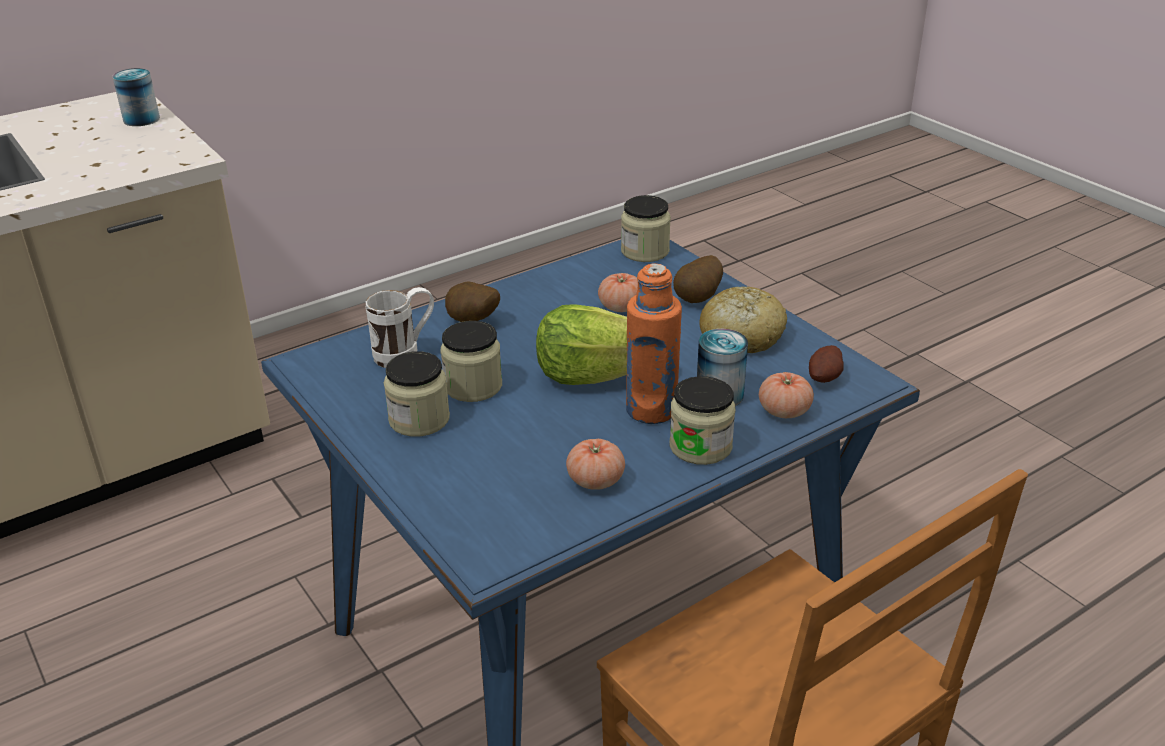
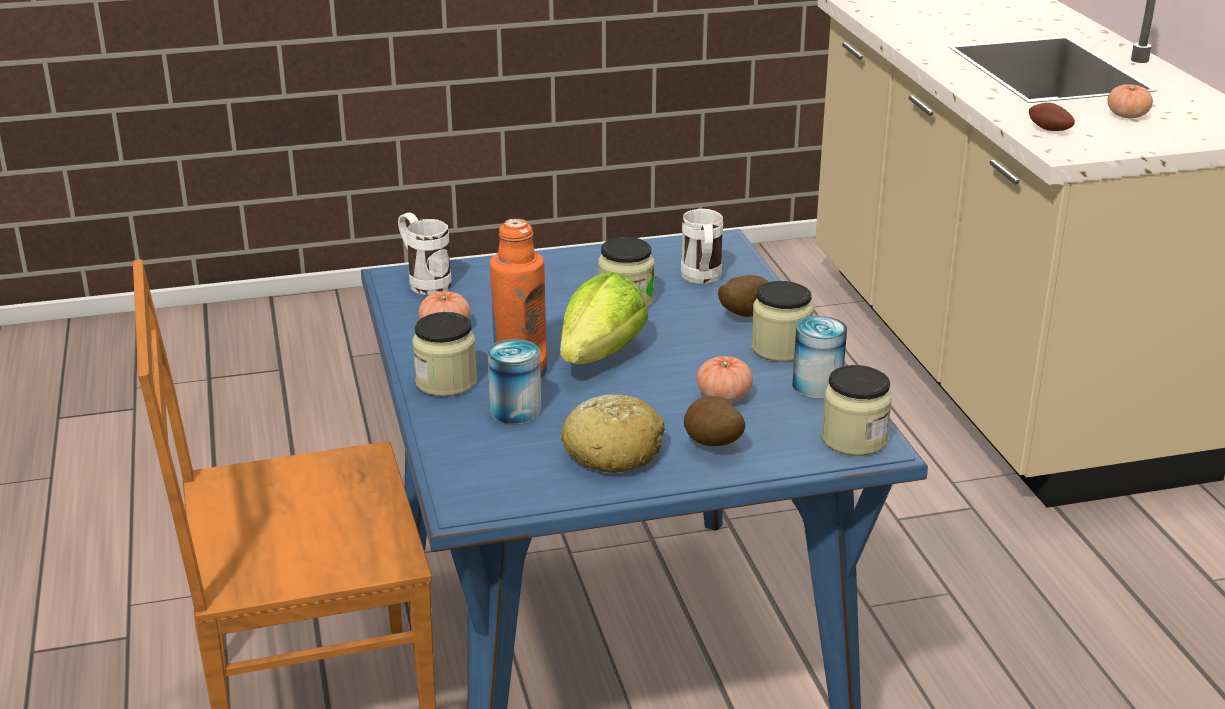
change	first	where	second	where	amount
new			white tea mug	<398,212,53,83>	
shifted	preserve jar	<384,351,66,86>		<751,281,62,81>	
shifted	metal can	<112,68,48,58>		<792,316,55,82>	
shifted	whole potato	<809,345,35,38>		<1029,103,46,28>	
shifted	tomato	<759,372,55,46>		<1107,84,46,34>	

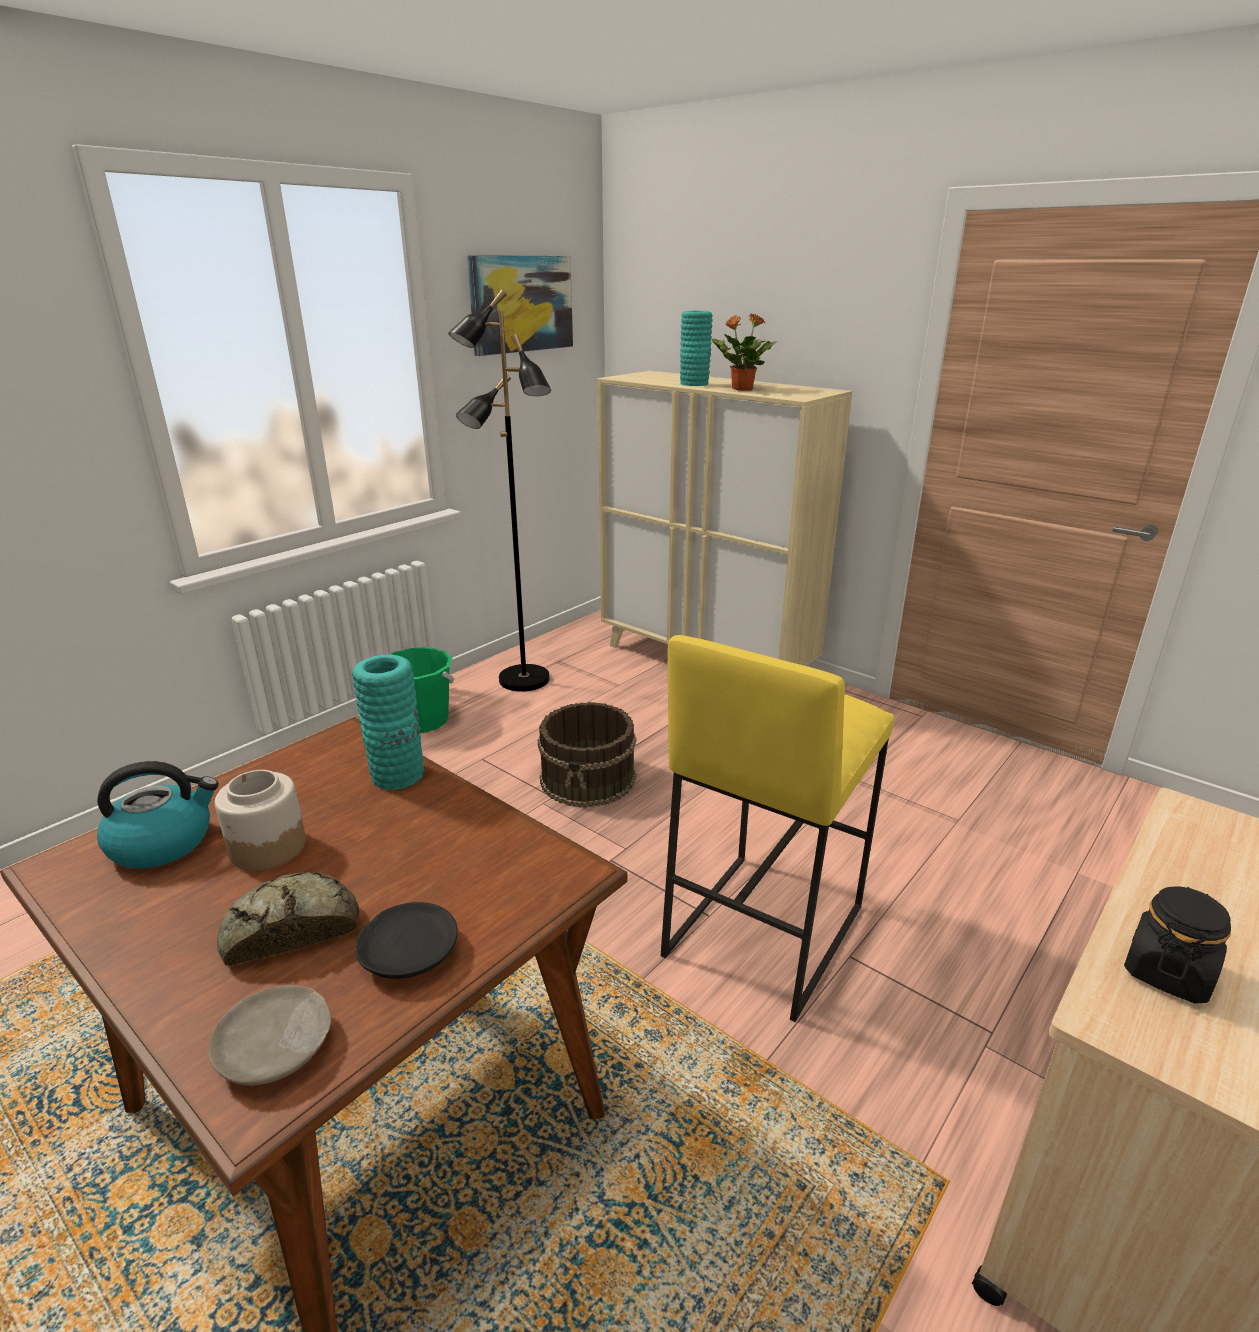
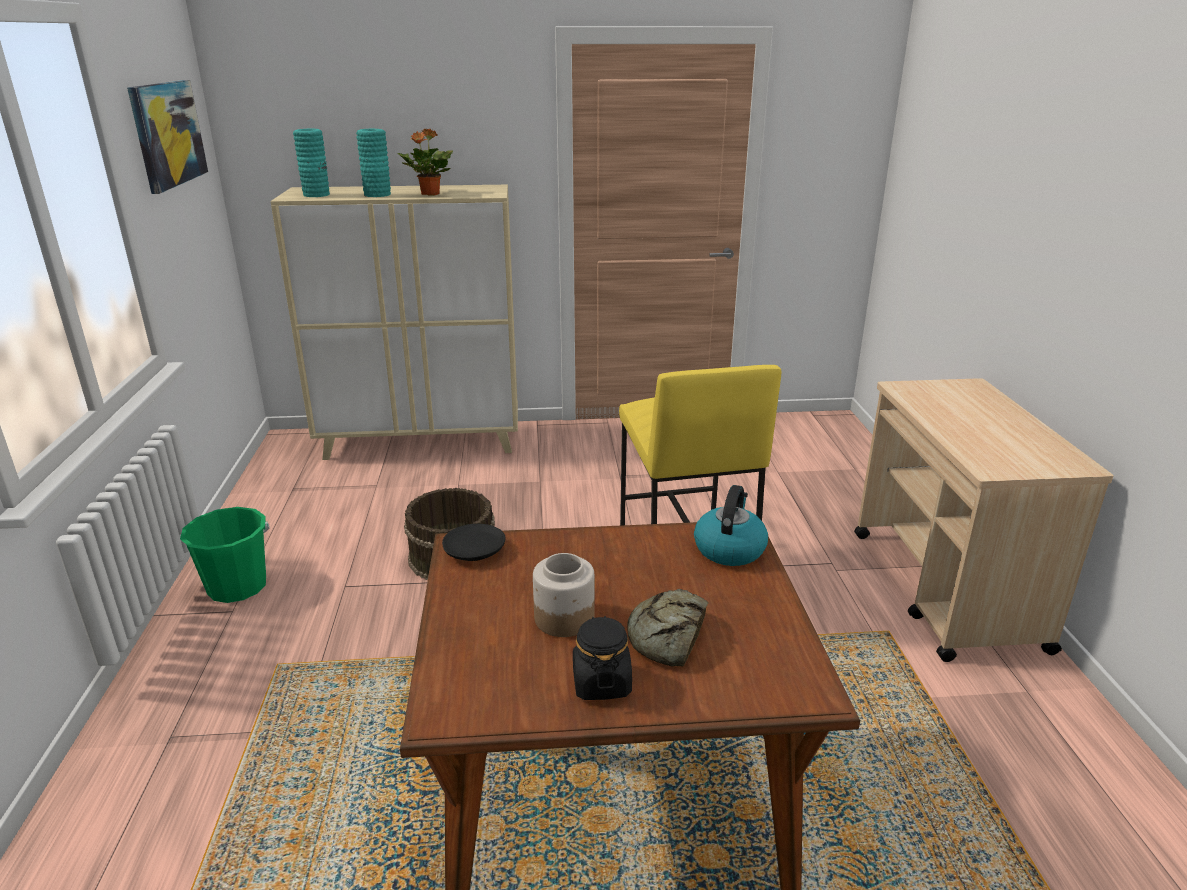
change	first	where	second	where	amount
shifted	turquoise-coloured decorative vase	<352,655,72,135>		<293,129,37,68>	
shifted	black flat dish	<356,902,102,77>		<442,524,64,37>	
shifted	black preserve jar	<1124,886,107,118>		<573,616,59,84>	
shifted	tea kettle	<97,761,122,108>		<694,485,74,81>	
gone	sand-coloured flat dish	<208,985,123,101>			
gone	black standing lamp	<448,290,103,402>			

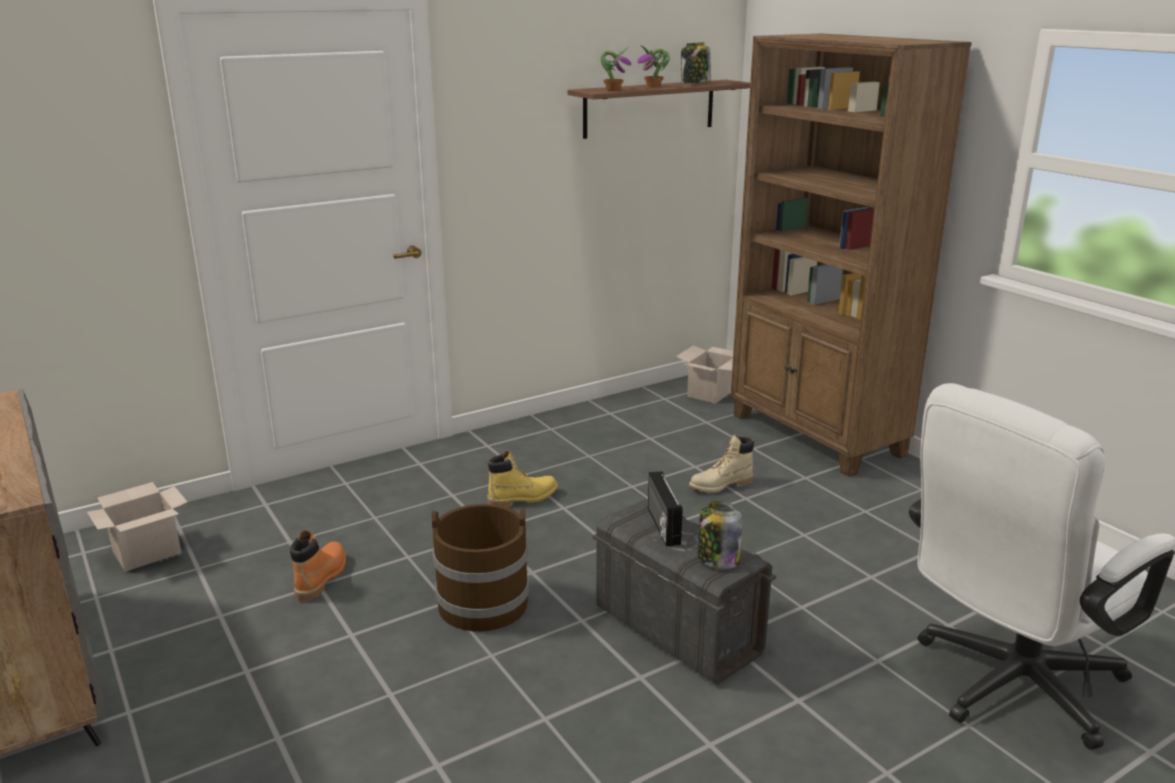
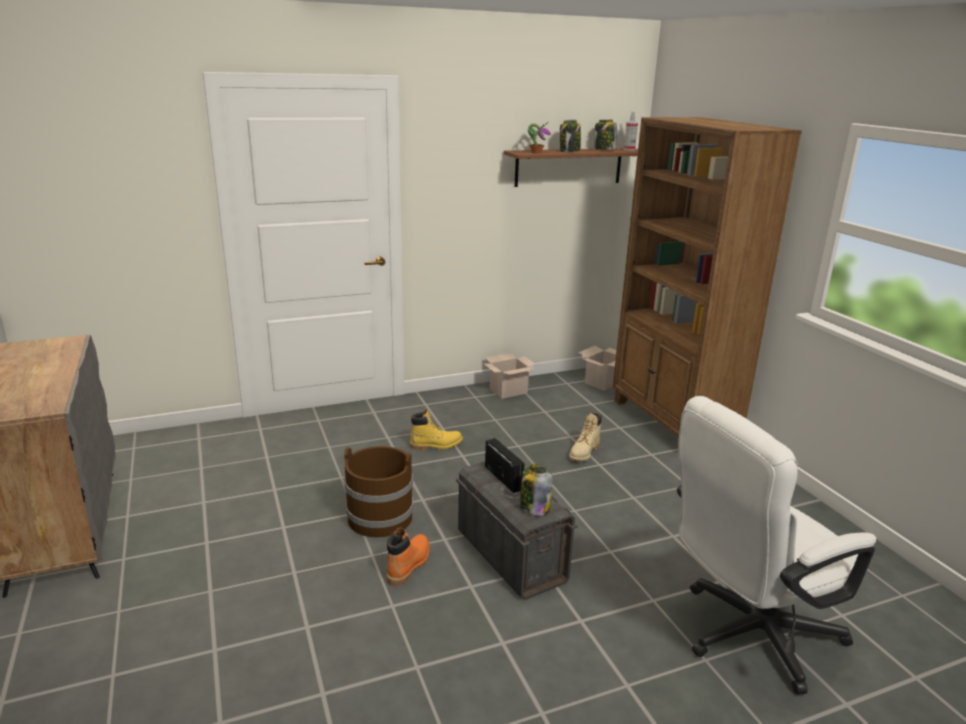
change	first	where	second	where	amount
shifted	orange-coloured high-top boot	<290,530,56,71>		<387,527,43,59>	
shifted	cardboard box	<87,482,101,90>		<484,353,52,46>	
rotated	radio receiver	<648,471,35,76>		<485,438,39,55>	150 degrees clockwise
swapped	houseplant	<637,44,33,44>	preserve jar	<560,120,21,32>	
rotated	sand-coloured high-top boot	<689,435,65,58>		<569,413,33,48>	45 degrees counterclockwise
new			sprayer	<624,112,14,38>	

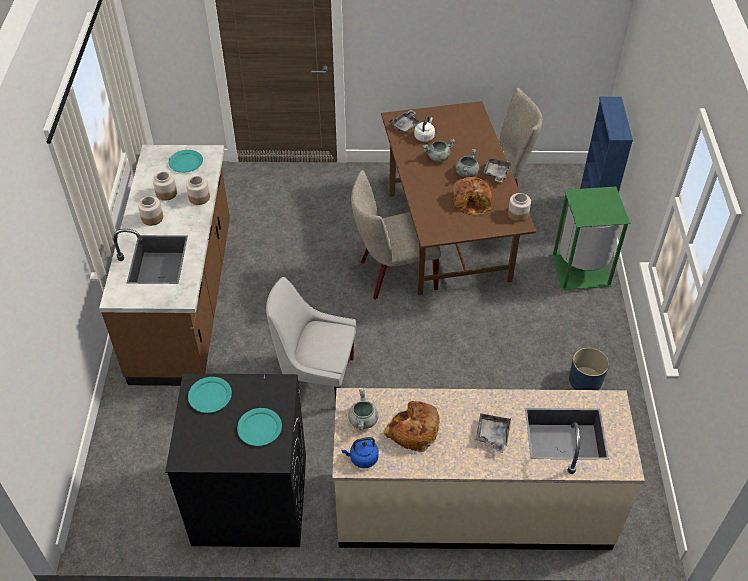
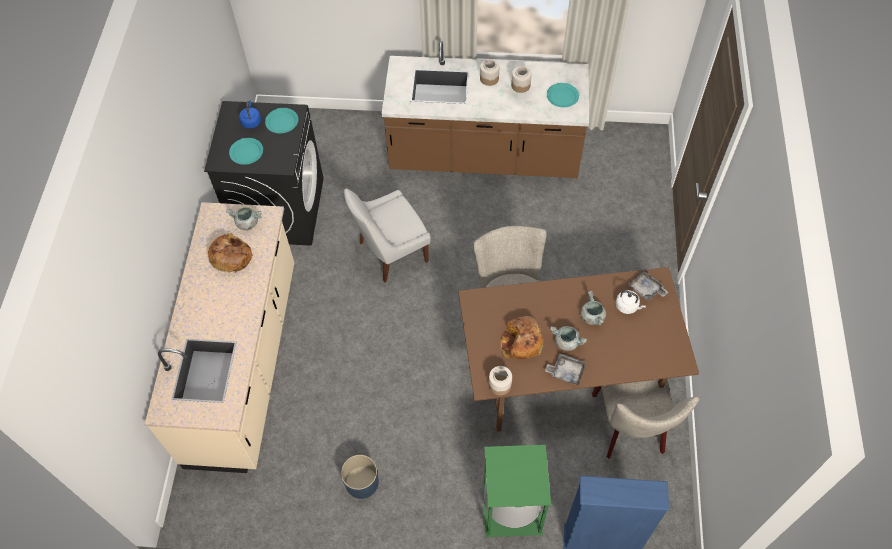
change	first	where	second	where	amount
shifted	blue tea kettle	<342,437,37,31>		<239,100,22,29>	
rotated	white upright chair	<266,277,90,122>		<344,188,87,95>	135 degrees counterclockwise
gone	preserve jar	<186,176,24,29>			
gone	grey serving tray	<476,413,35,40>			

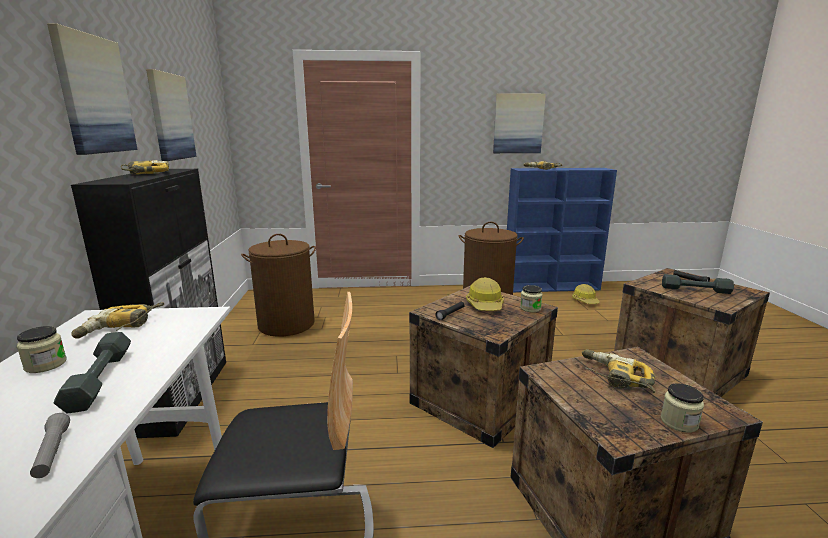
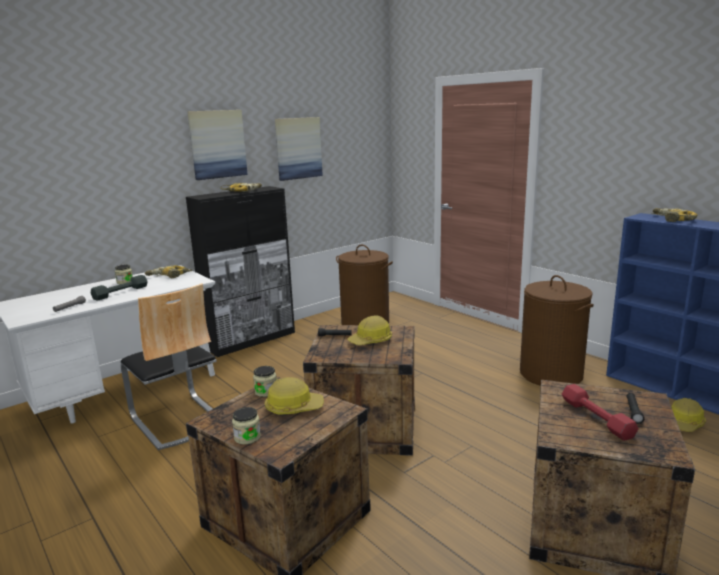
change	first	where	second	where	amount
shifted	preserve jar	<520,285,22,27>		<253,366,24,31>	
swapped	electric drill	<582,349,73,44>	safety helmet	<265,377,59,38>	
repainted	grey hand weight	<662,274,72,20>	red hand weight	<562,384,77,57>	
gone	wall picture	<493,93,53,60>			

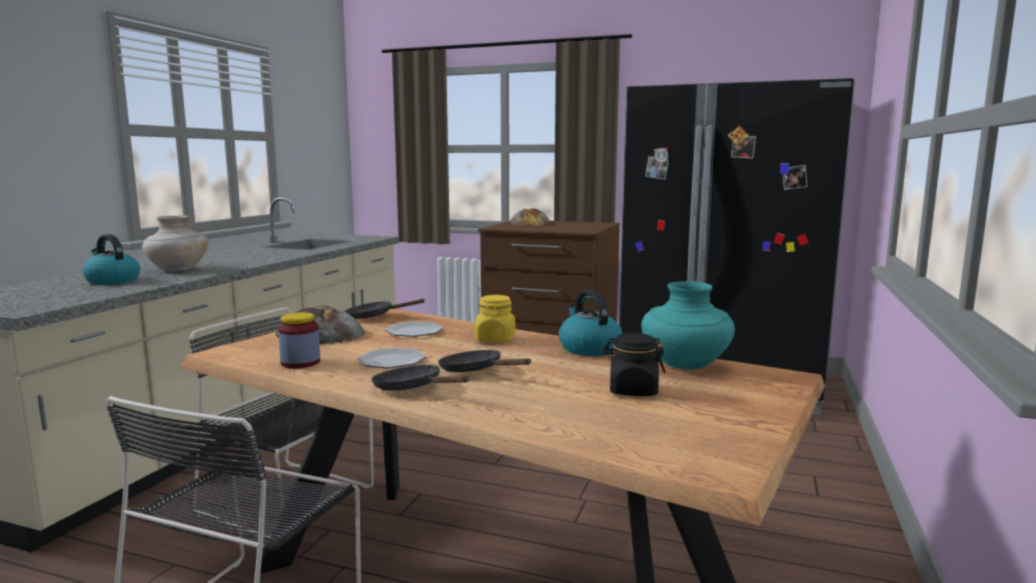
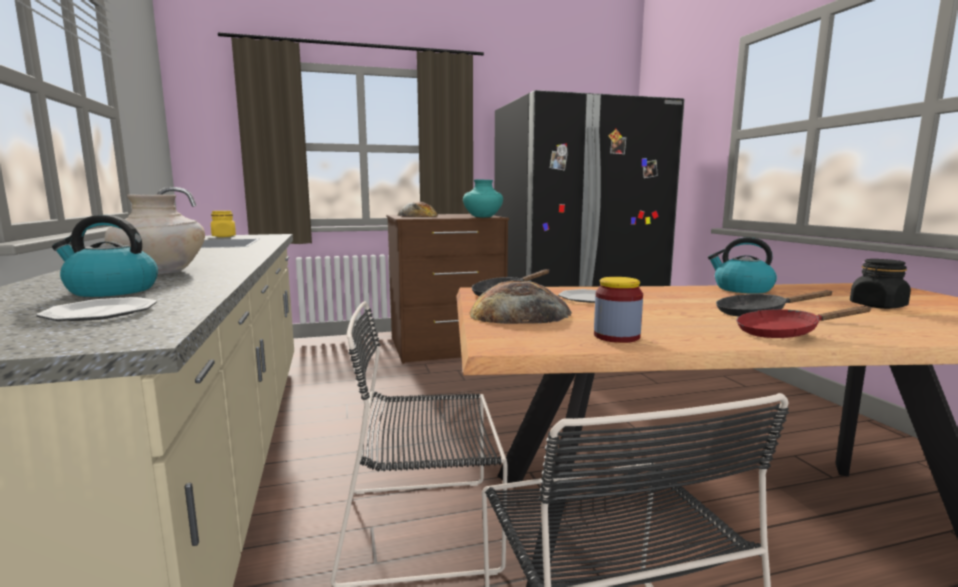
change	first	where	second	where	amount
shifted	flat dish	<358,347,68,22>		<36,297,121,24>	
shifted	yellowish preserve jar	<475,295,41,48>		<211,211,25,26>	
shifted	turquoise-coloured decorative vase	<641,281,94,89>		<463,180,40,37>	
repainted	black skillet	<371,365,99,26>	red skillet	<736,306,136,32>	

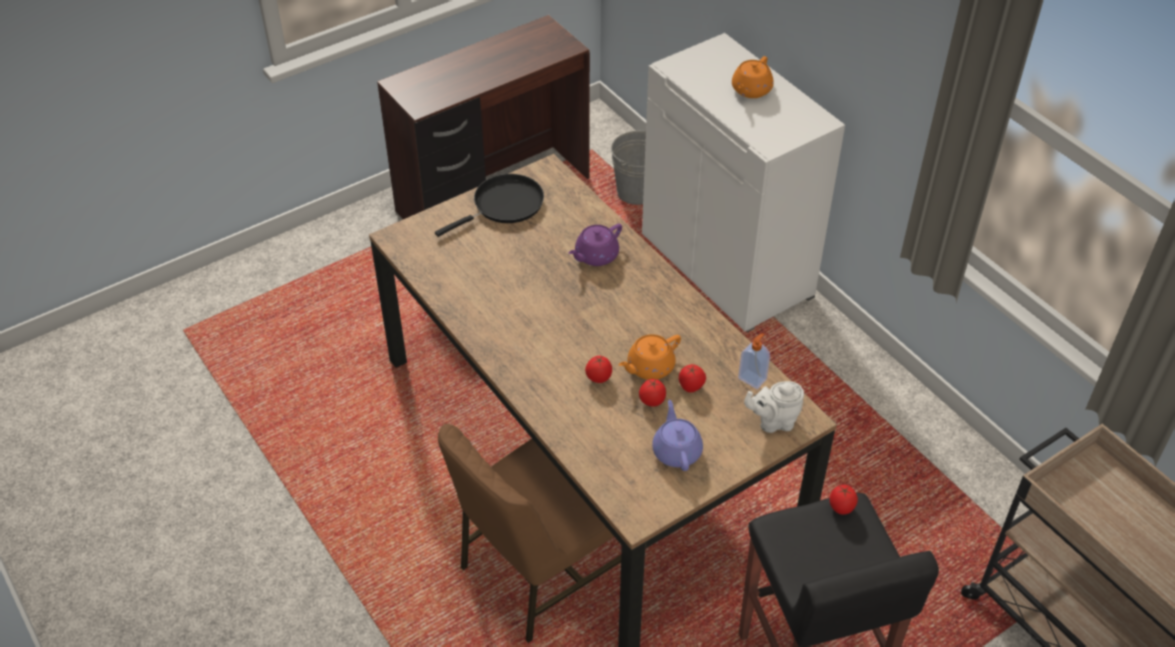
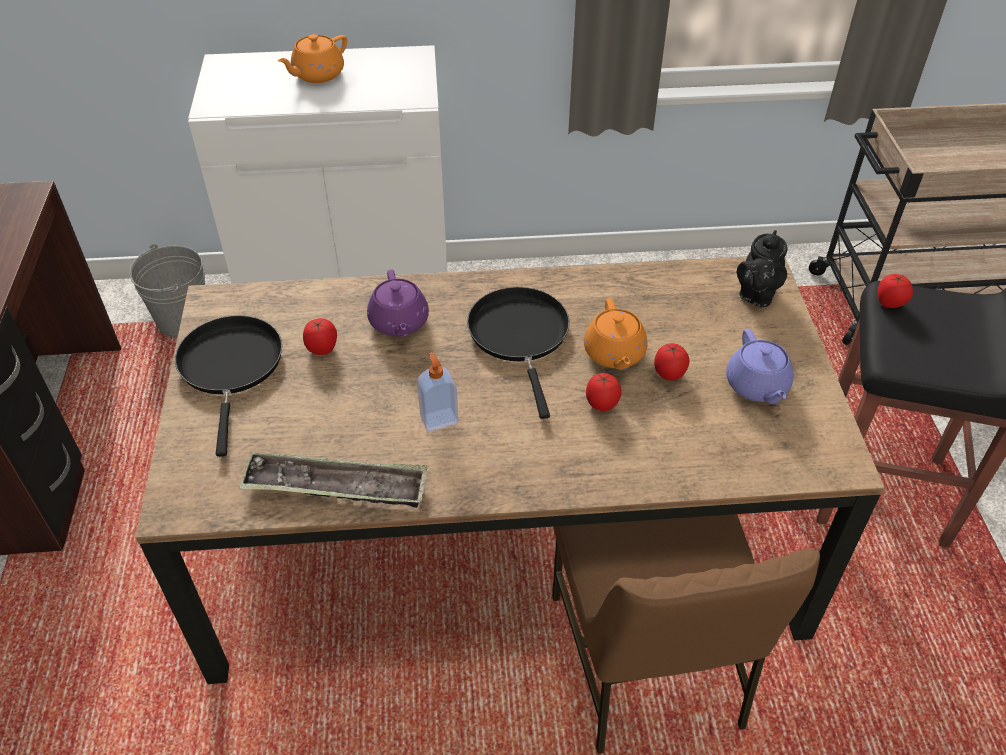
change	first	where	second	where	amount
new			serving tray	<239,452,188,56>	
rotated	orange-coloured tea pot	<732,56,42,42>		<278,34,69,49>	75 degrees clockwise
shifted	tomato	<679,364,27,29>		<303,318,34,37>	
shifted	liquid soap bottle	<738,333,32,56>		<417,352,42,79>	
new			black skillet	<467,287,102,132>	
rotated	purple tea pot	<652,400,51,71>		<726,329,67,75>	120 degrees counterclockwise
repainted	white tea pot	<744,381,60,52>	black tea pot	<737,230,50,78>	

